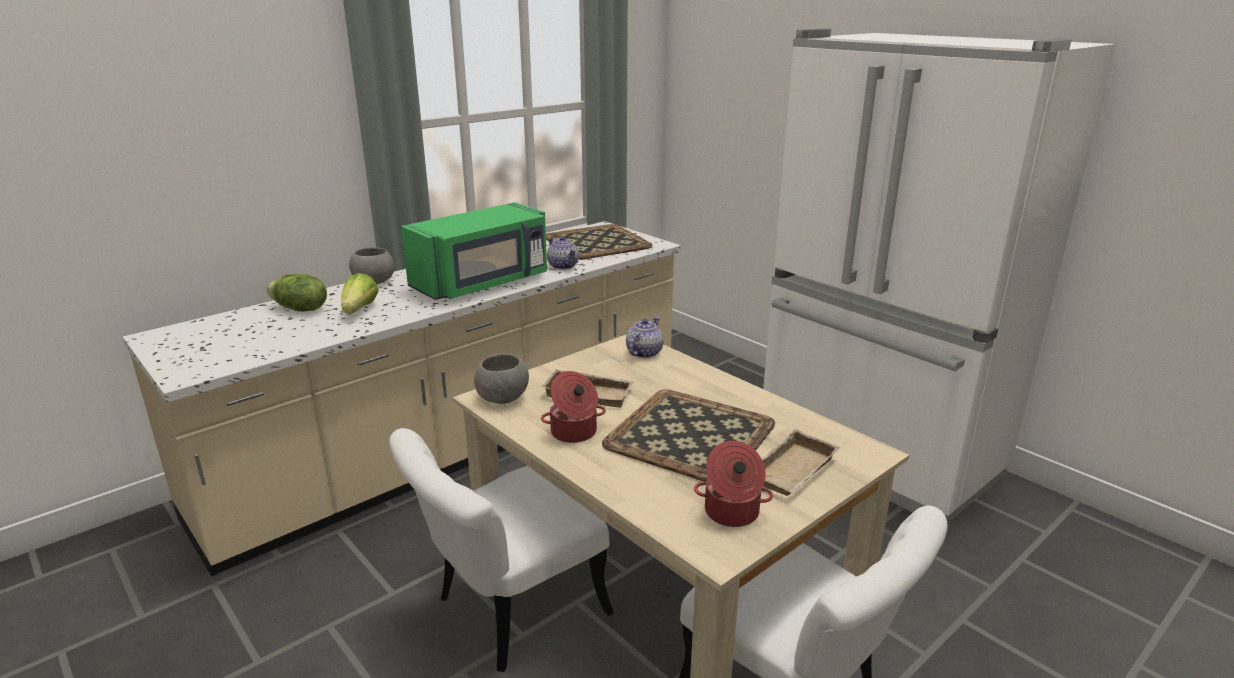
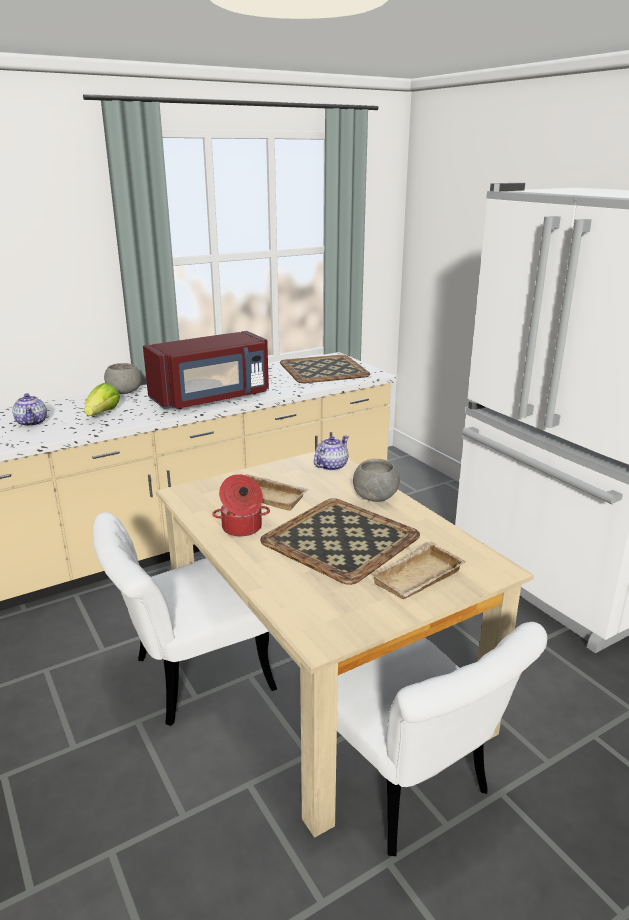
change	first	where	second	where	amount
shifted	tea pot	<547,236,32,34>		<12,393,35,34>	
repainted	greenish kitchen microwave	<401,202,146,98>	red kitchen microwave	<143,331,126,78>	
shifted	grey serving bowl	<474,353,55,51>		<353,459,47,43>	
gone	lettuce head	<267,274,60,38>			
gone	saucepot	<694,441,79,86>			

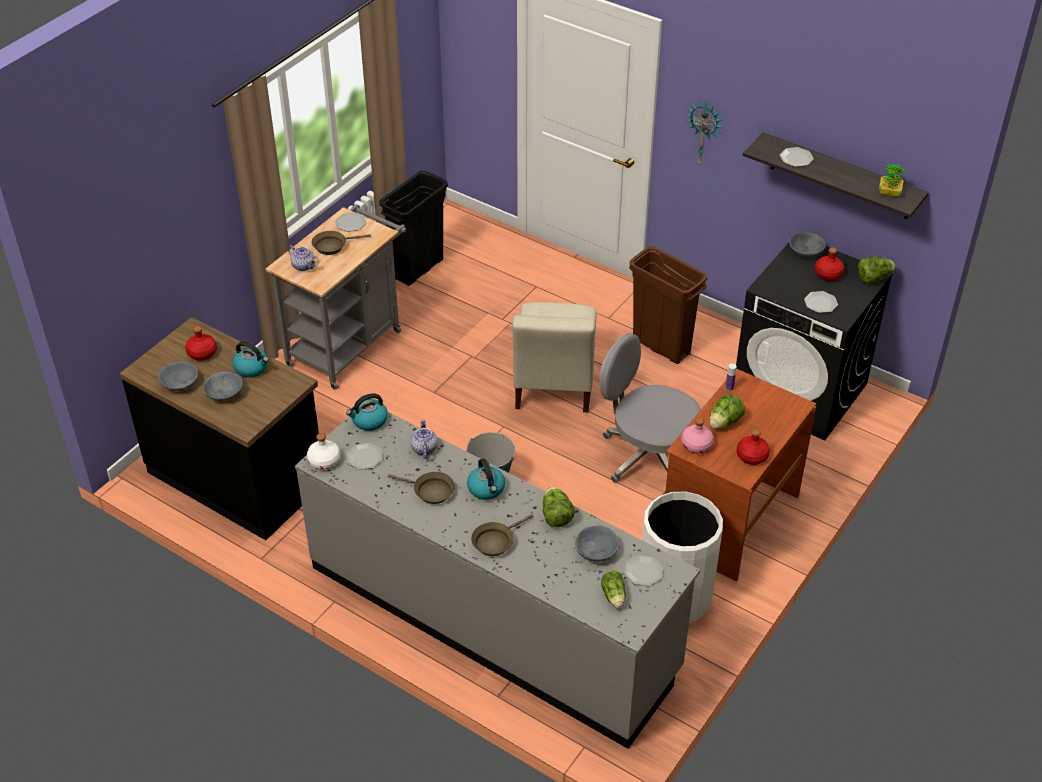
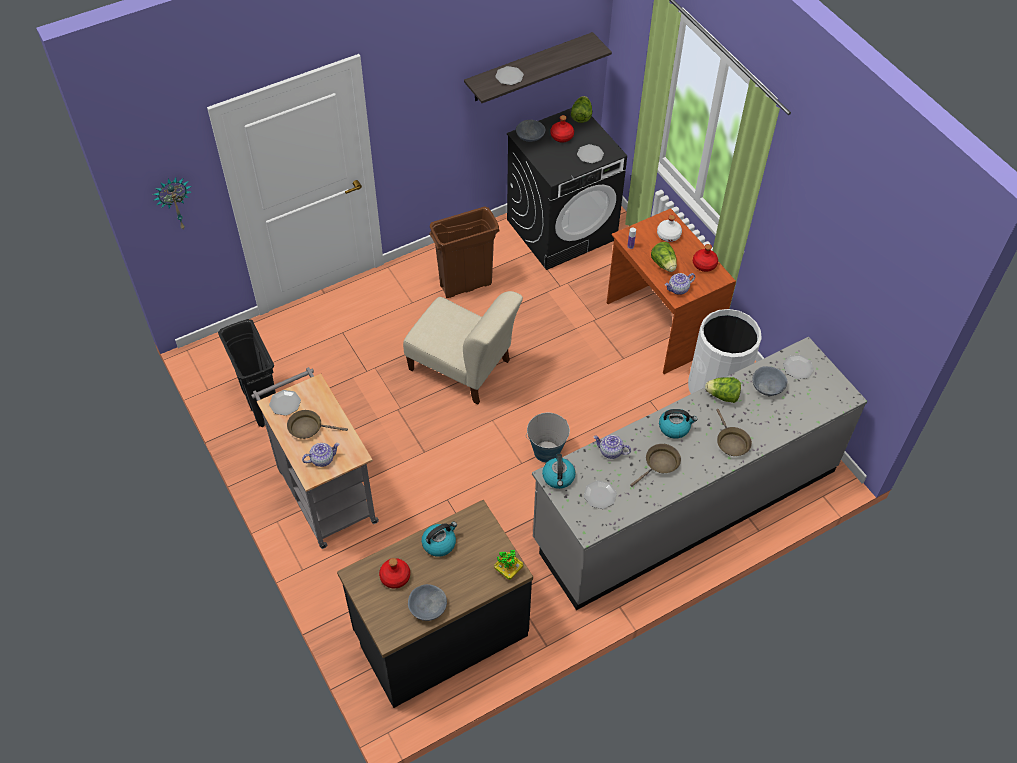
change	first	where	second	where	amount
shifted	wall clock	<686,101,37,66>		<152,177,39,53>	
rotated	brown-coloured skillet	<312,231,59,24>		<287,410,61,29>	90 degrees clockwise
shifted	houseplant	<879,164,25,32>		<494,550,29,30>	
shifted	white drink bottle	<307,433,33,37>		<657,215,25,27>	
swapped	pinkish drink bottle	<681,418,33,35>	tea pot	<665,273,30,22>	
gone	grey serving bowl	<203,371,40,30>			
gone	grey desk chair	<599,333,102,150>			
gone	lettuce head	<601,571,25,38>			

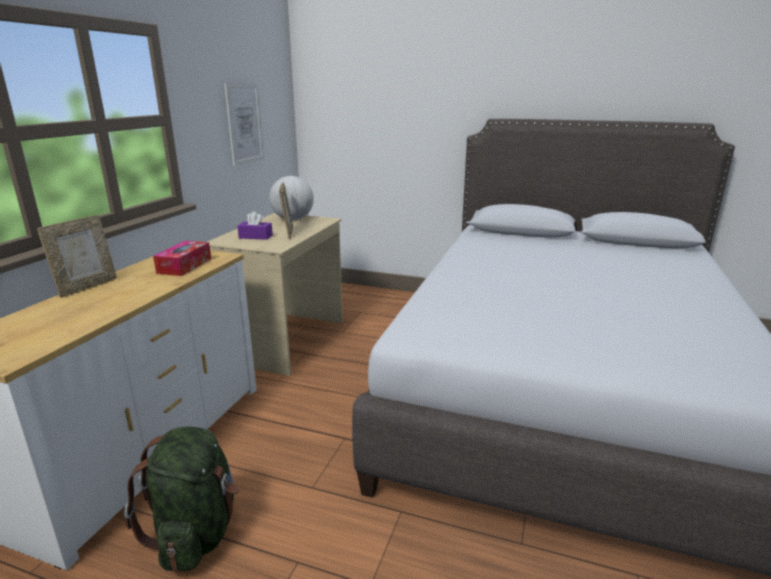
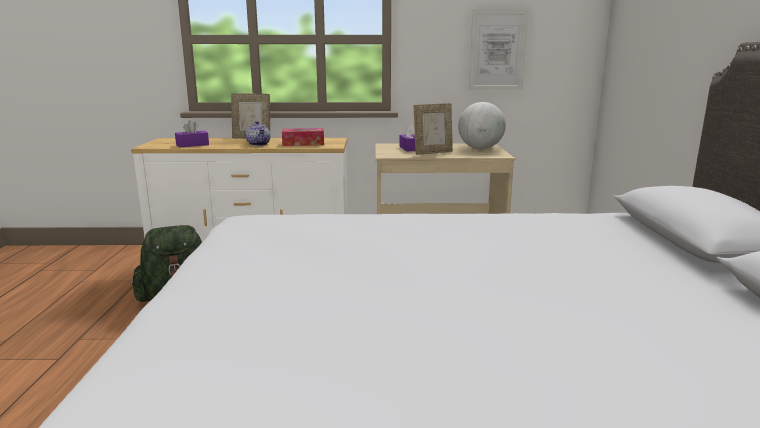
change	first	where	second	where	amount
new			purple tissue holder	<175,120,34,28>	
new			tea pot	<246,121,24,25>	

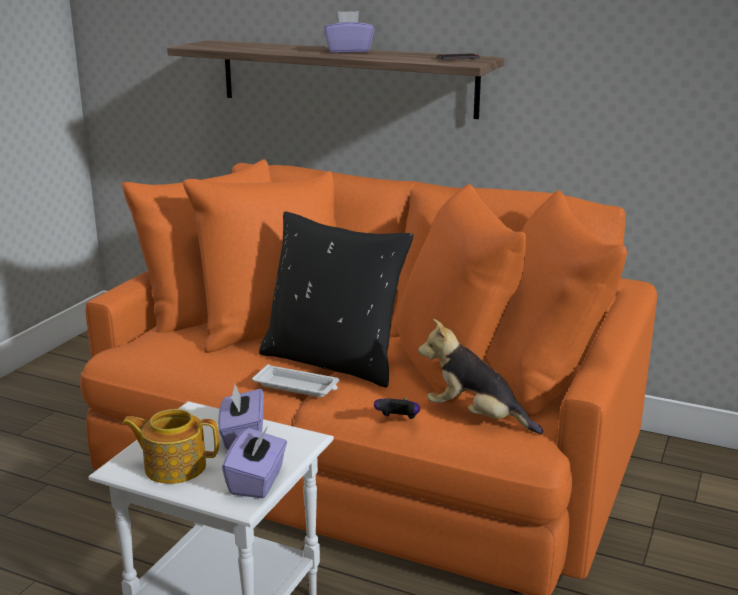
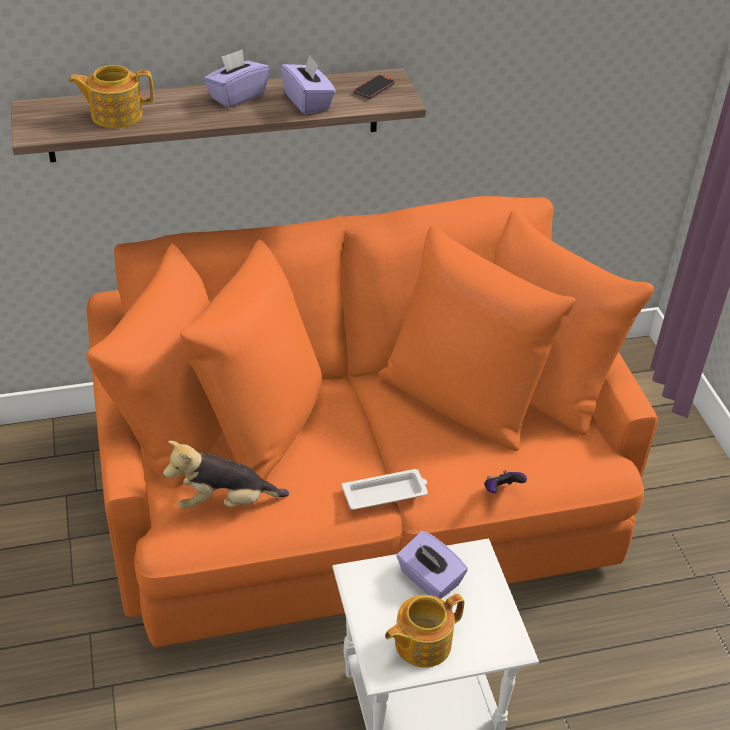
change	first	where	second	where	amount
new			tea pot	<68,65,86,63>	
shifted	cuddly toy	<418,319,125,115>		<163,441,126,68>	
shifted	purple tissue holder	<222,426,65,72>		<280,55,56,60>	
gone	black throw pillow	<259,211,155,177>			

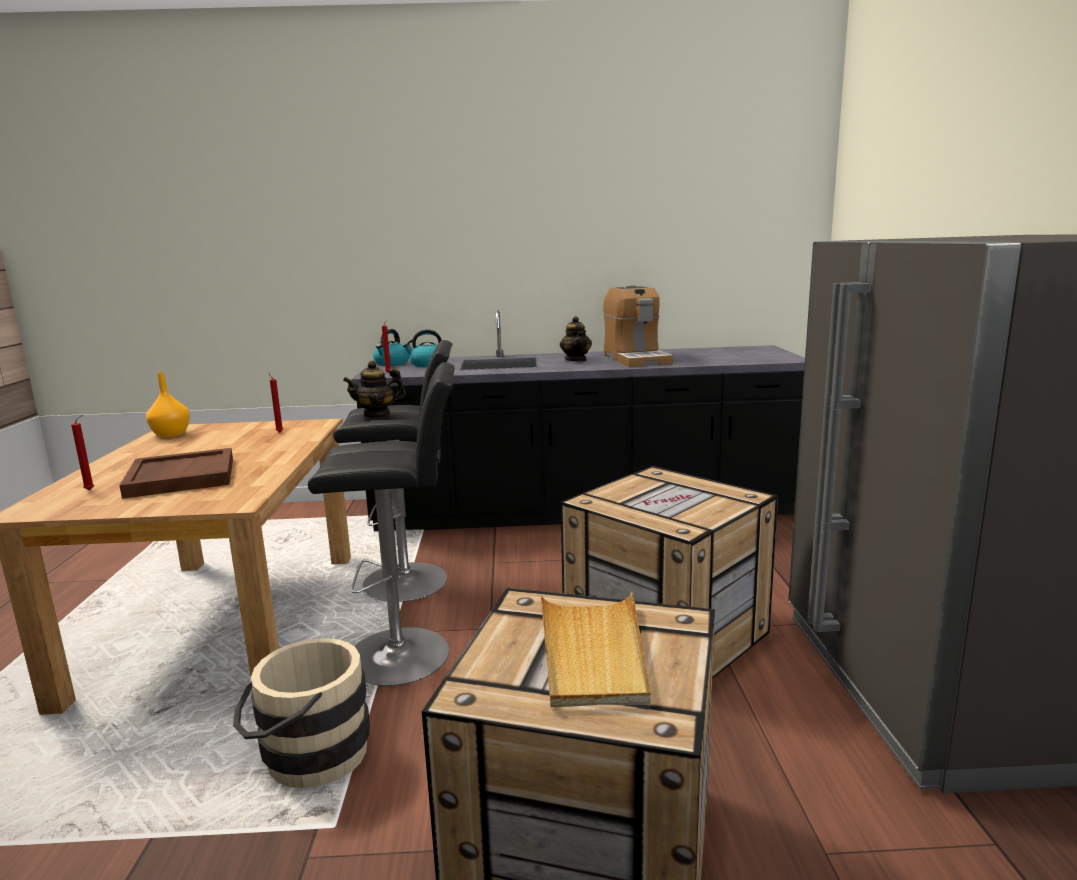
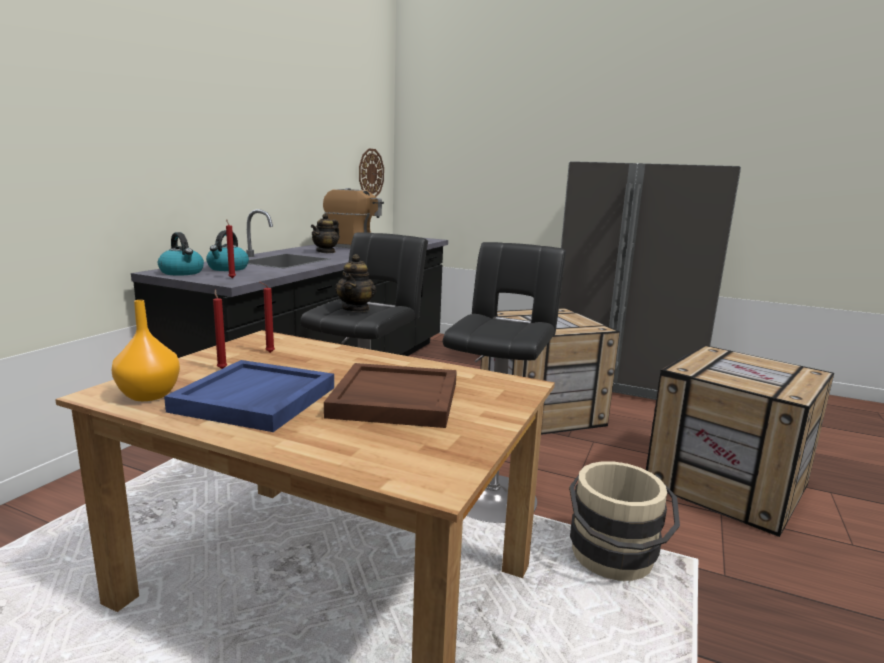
change	first	where	second	where	amount
new			blue serving tray	<164,360,170,72>	
shifted	red wax light	<71,415,23,75>		<213,290,14,79>	
rotated	tea pot	<560,316,32,45>		<311,213,29,40>	105 degrees clockwise
new			wall clock	<359,148,25,49>	
gone	sand-coloured serving tray	<541,592,110,115>			

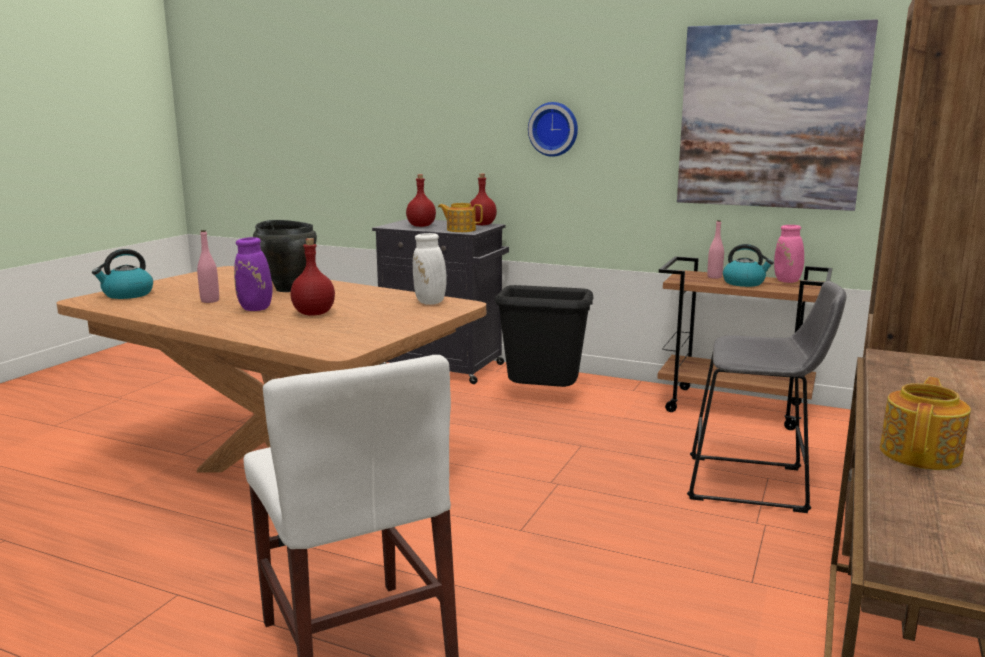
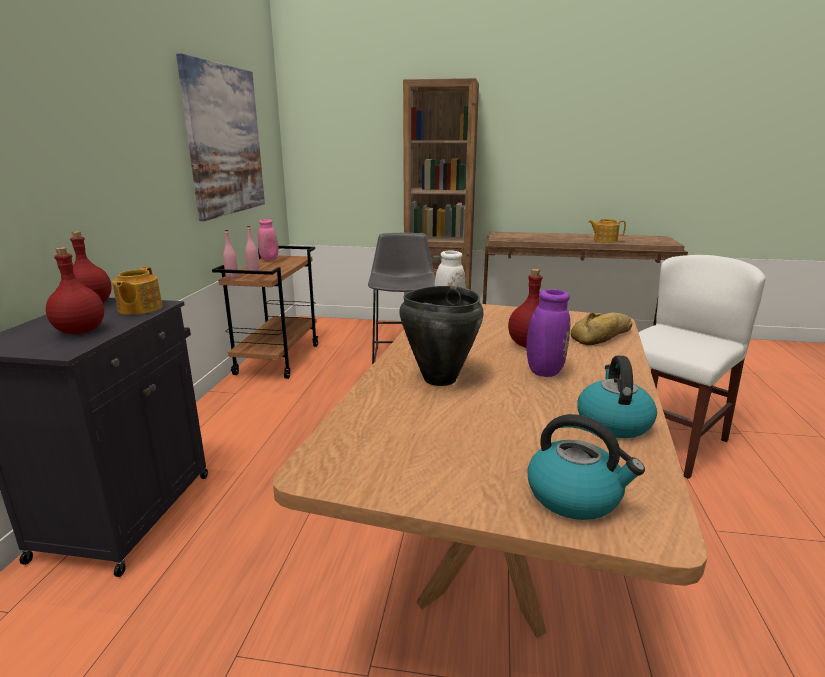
change	first	where	second	where	amount
shifted	pinkish drink bottle	<197,230,22,73>		<223,230,15,49>	
new			bread	<571,312,61,33>	
shifted	tea kettle	<723,244,51,43>		<577,355,80,83>	
gone	black waste bin	<495,285,98,102>			
gone	wall clock	<528,102,50,55>			

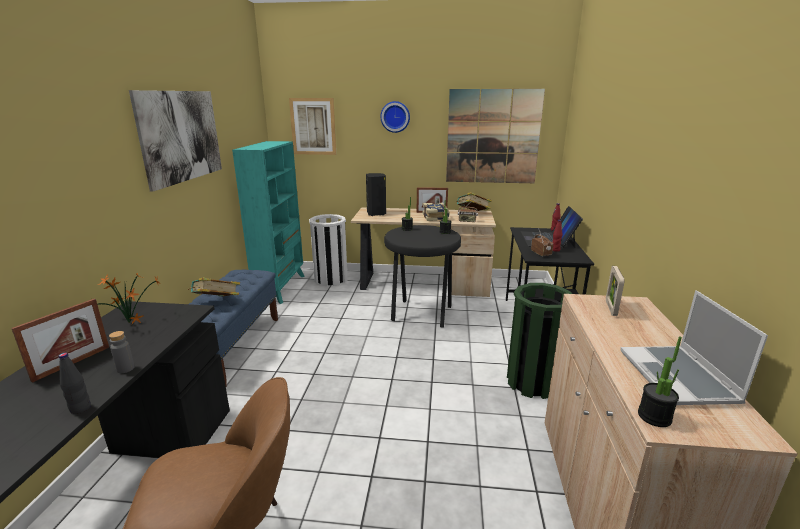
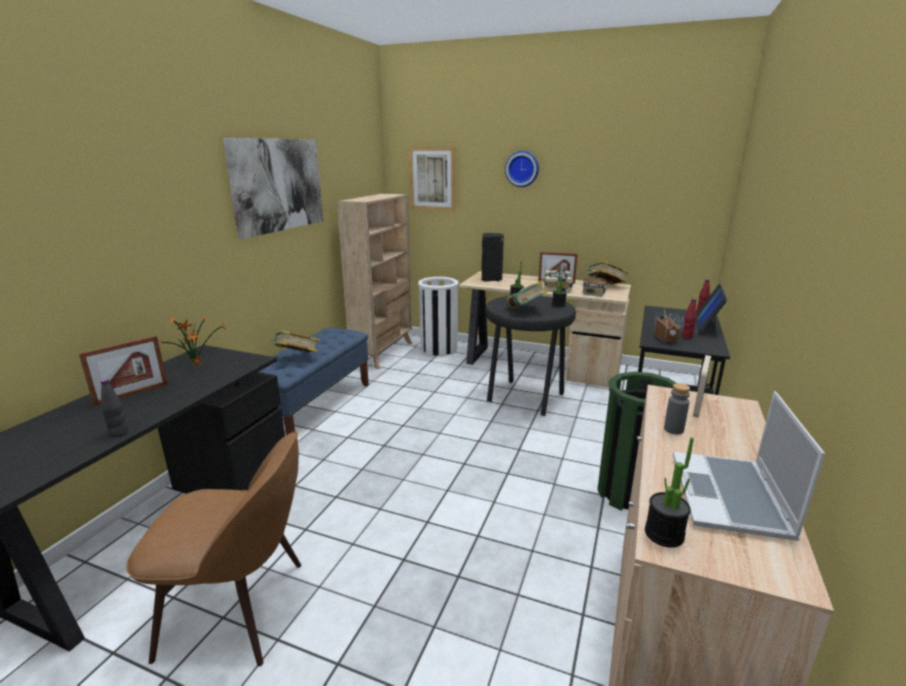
change	first	where	second	where	amount
repainted	turquoise-coloured bookcase	<232,141,73,163>	sand-coloured bookcase	<337,194,75,175>	
new			book	<506,280,43,29>	
shifted	grey drink bottle	<109,331,26,42>		<664,383,26,51>	
gone	wall picture	<446,89,99,94>			

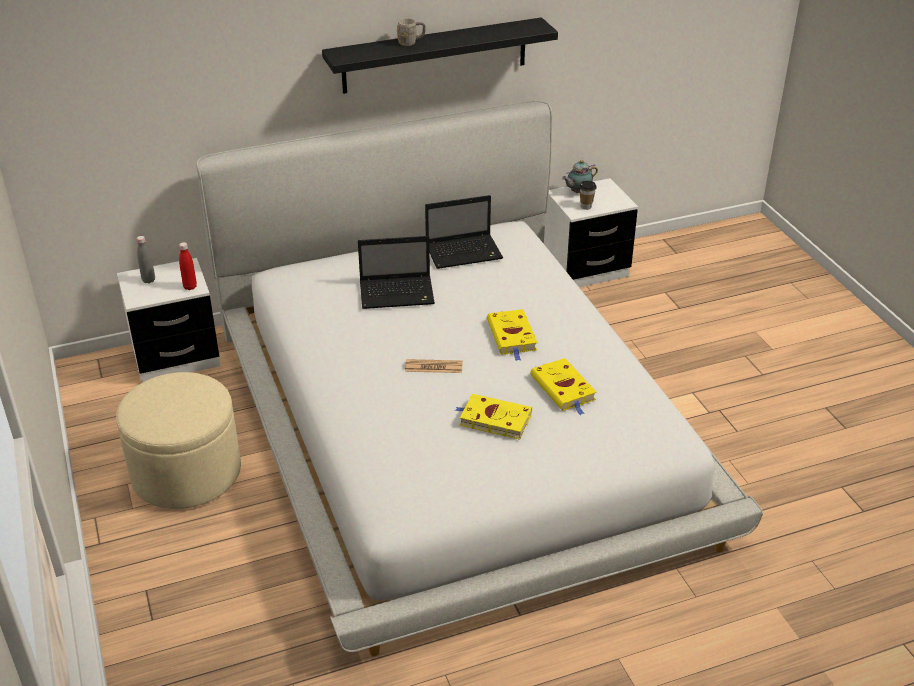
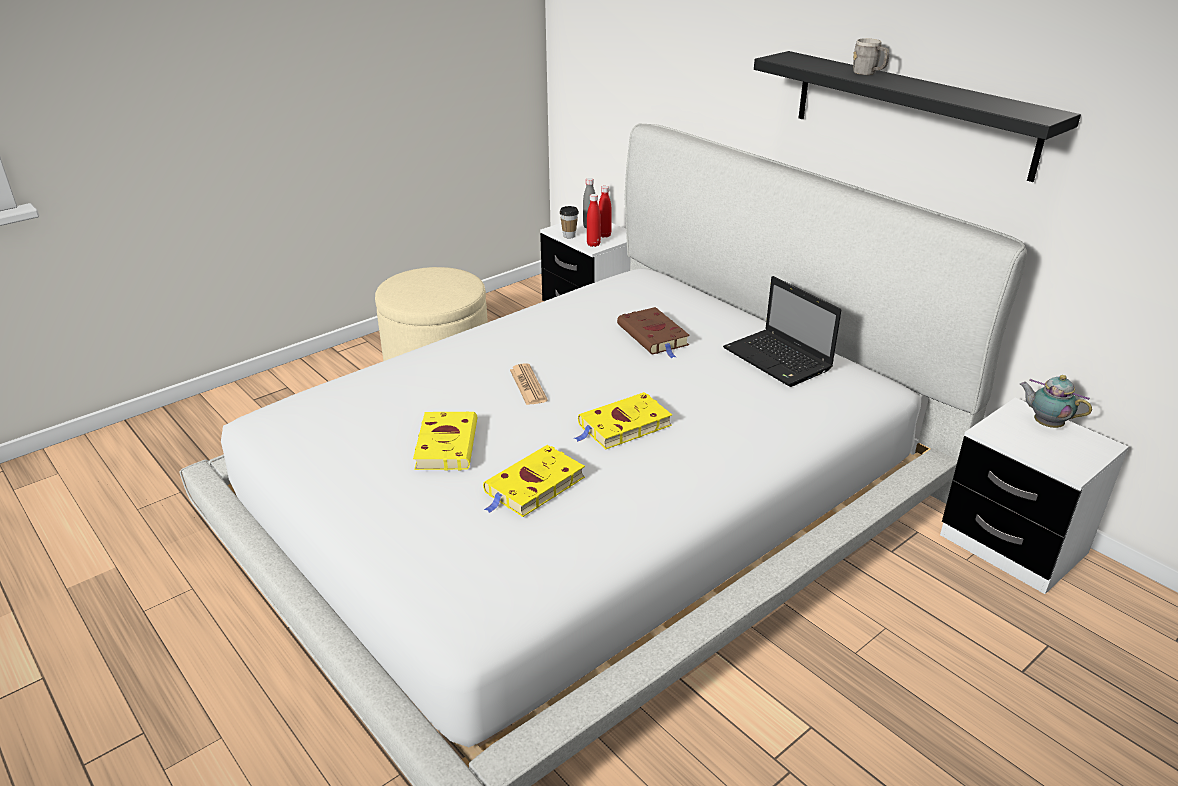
change	first	where	second	where	amount
shifted	cup	<579,181,18,29>		<560,206,19,32>	
new			red drink bottle	<598,186,14,52>	
swapped	notebook computer	<358,236,77,73>	brown-coloured book	<617,307,73,51>	

